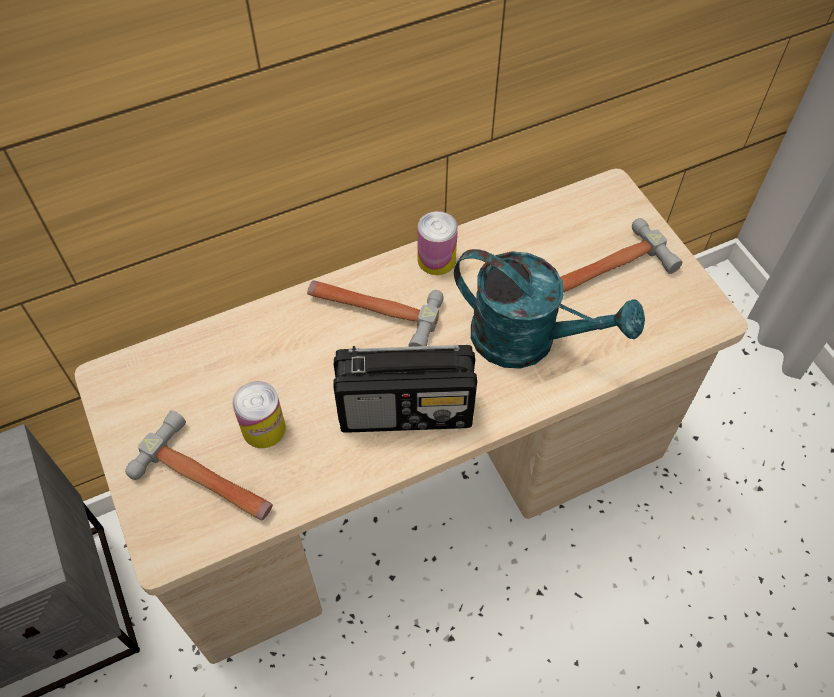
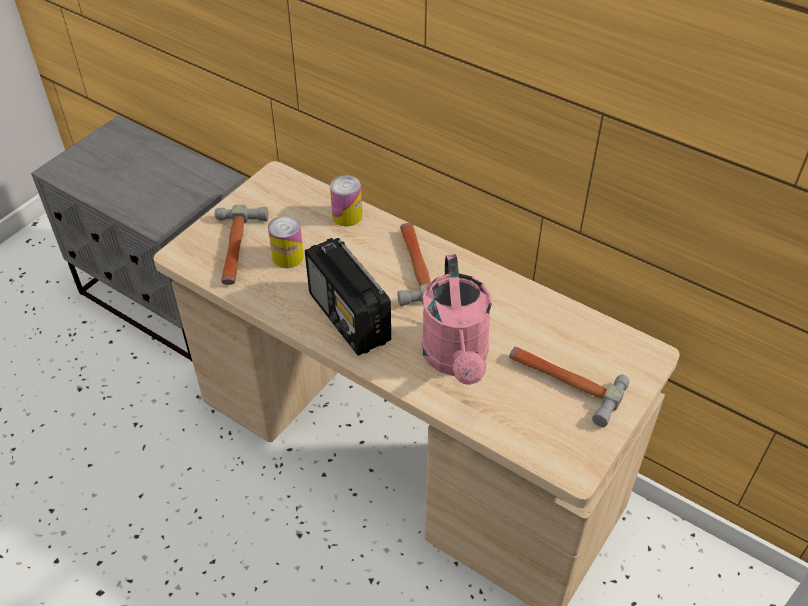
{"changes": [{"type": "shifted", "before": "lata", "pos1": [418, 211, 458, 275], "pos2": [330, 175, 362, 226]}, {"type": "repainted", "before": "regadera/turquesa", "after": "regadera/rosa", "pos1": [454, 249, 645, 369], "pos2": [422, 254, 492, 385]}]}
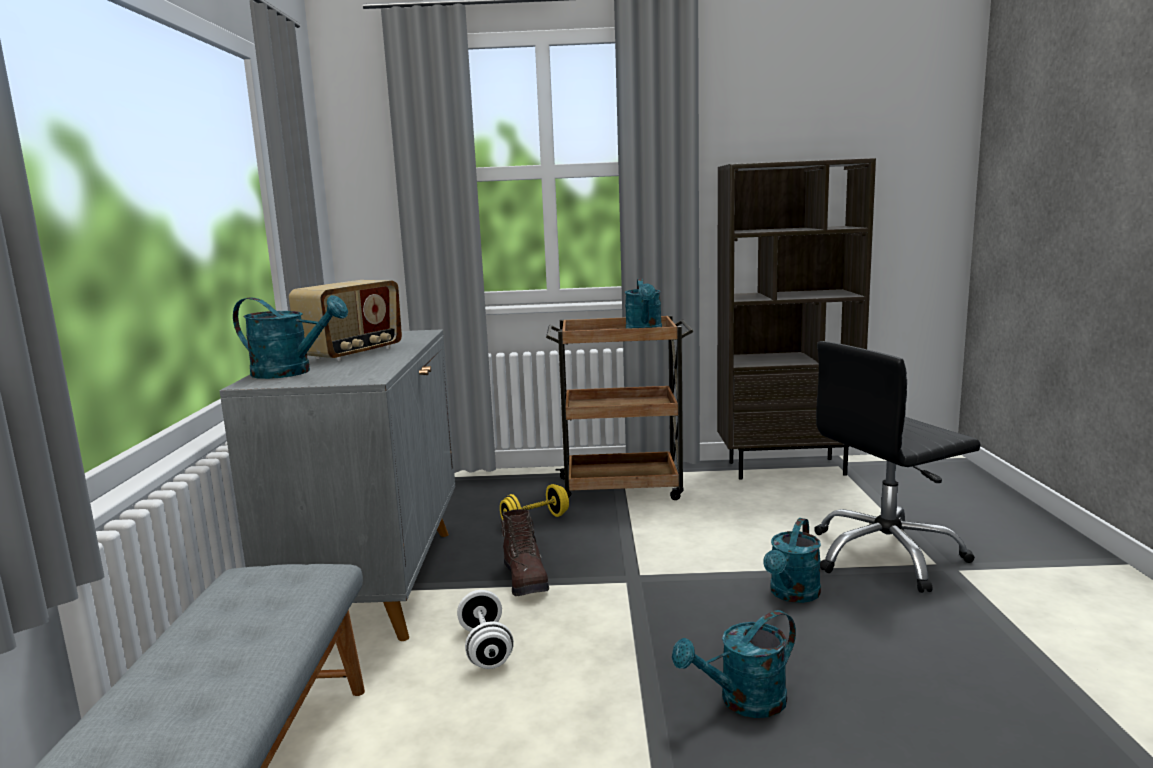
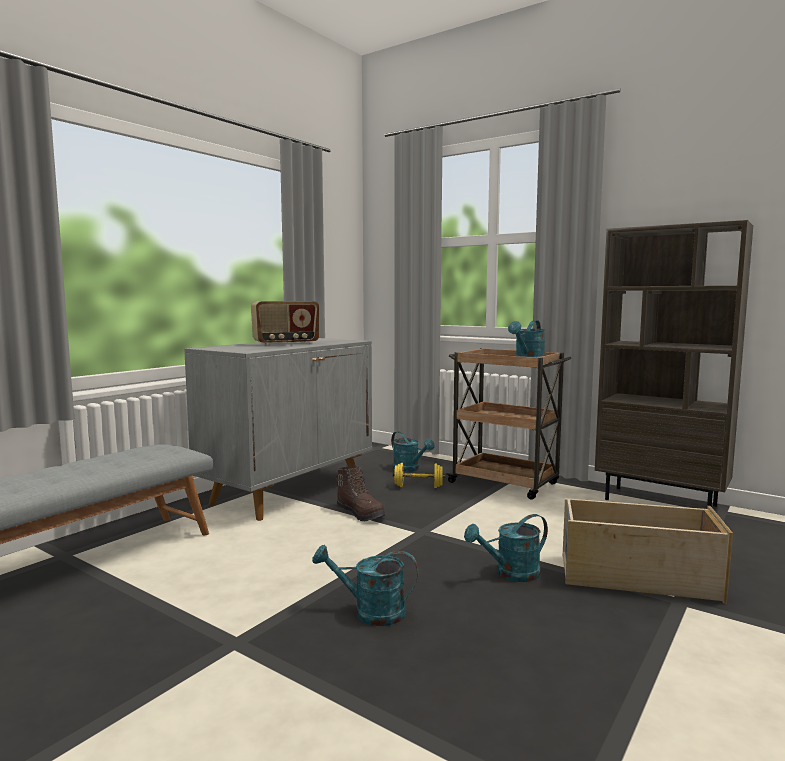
{"changes": [{"type": "shifted", "before": "regadera/turquesa", "pos1": [233, 295, 348, 379], "pos2": [391, 431, 434, 472]}, {"type": "swapped", "before": "silla de oficina/negro", "after": "caja de almacenaje/beis", "pos1": [814, 341, 981, 593], "pos2": [563, 498, 733, 604]}, {"type": "rotated", "before": "bota/marrón", "pos1": [501, 509, 549, 596], "pos2": [336, 466, 385, 521], "turn": -60}, {"type": "gone", "before": "mancuerna/blanco", "pos1": [457, 590, 514, 669]}]}
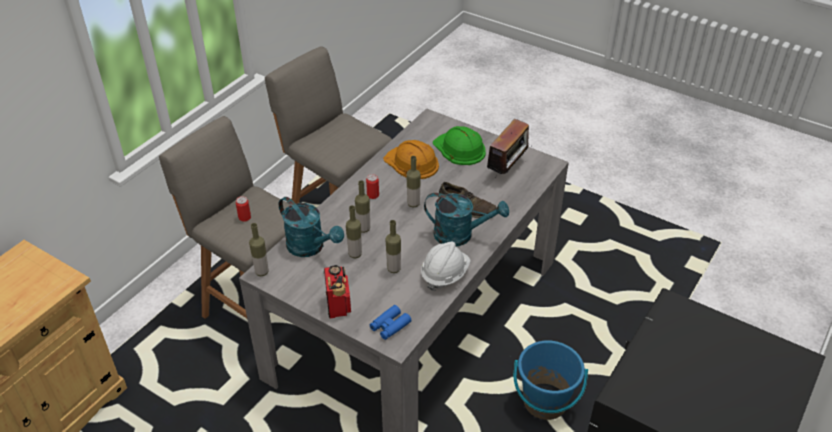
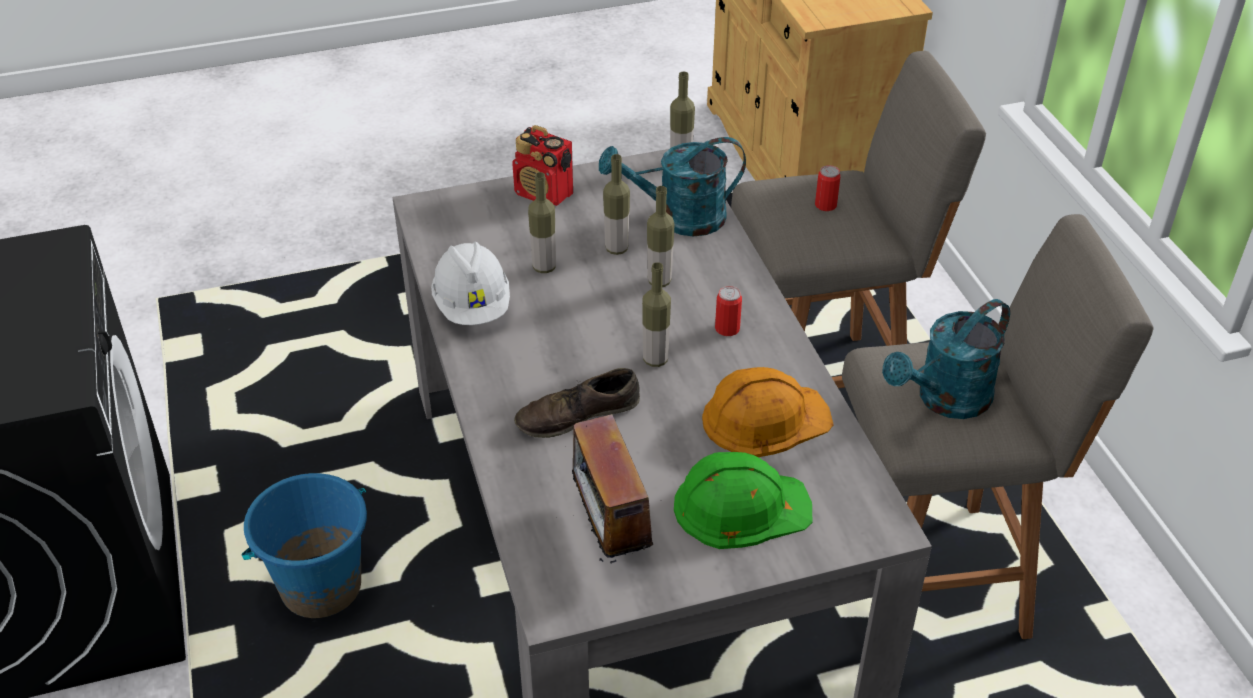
{"changes": [{"type": "shifted", "before": "regadera/turquesa", "pos1": [424, 193, 509, 246], "pos2": [882, 299, 1010, 419]}, {"type": "gone", "before": "prismáticos/azul", "pos1": [370, 305, 411, 340]}]}
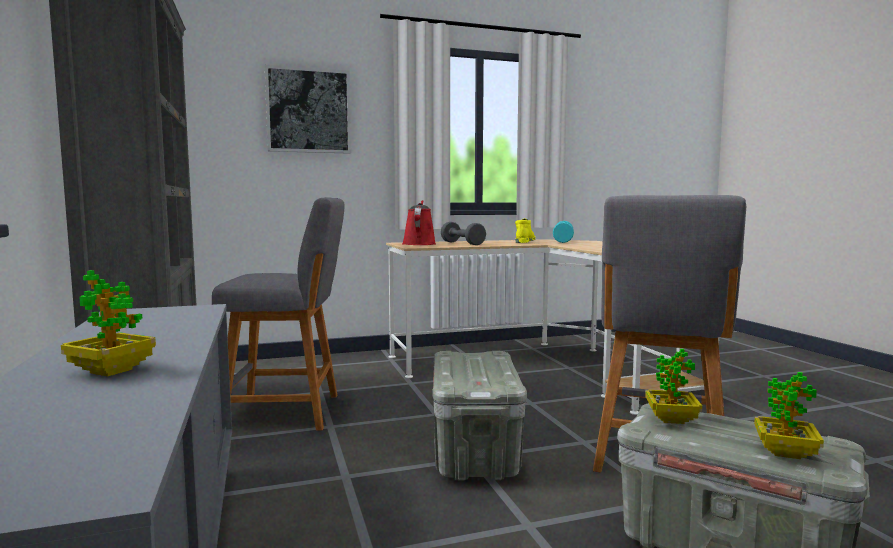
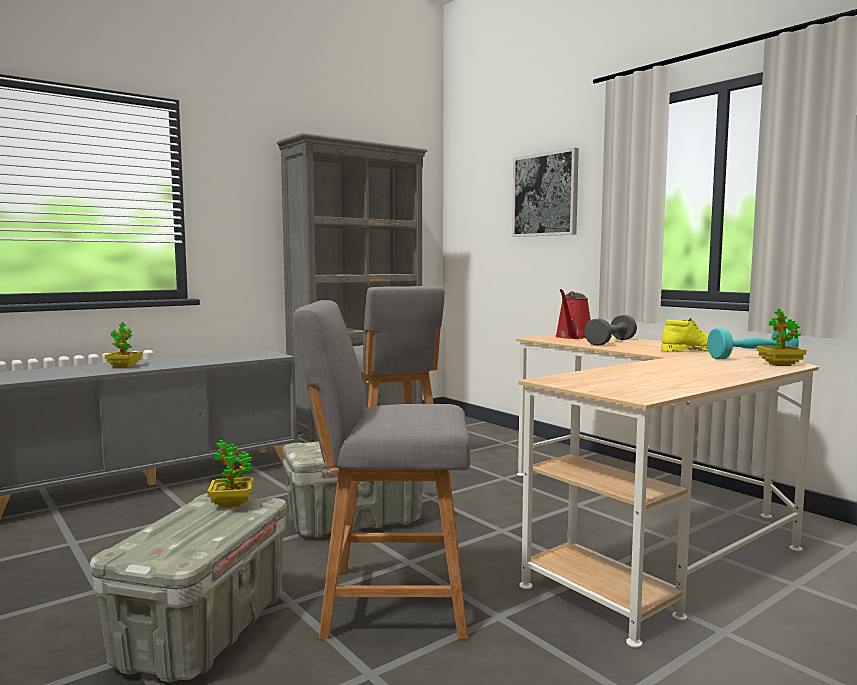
{"changes": [{"type": "rotated", "before": "regadera/rojo", "pos1": [402, 200, 435, 245], "pos2": [555, 289, 591, 339], "turn": 135}, {"type": "shifted", "before": "planta en maceta", "pos1": [754, 372, 824, 459], "pos2": [756, 309, 806, 366]}]}
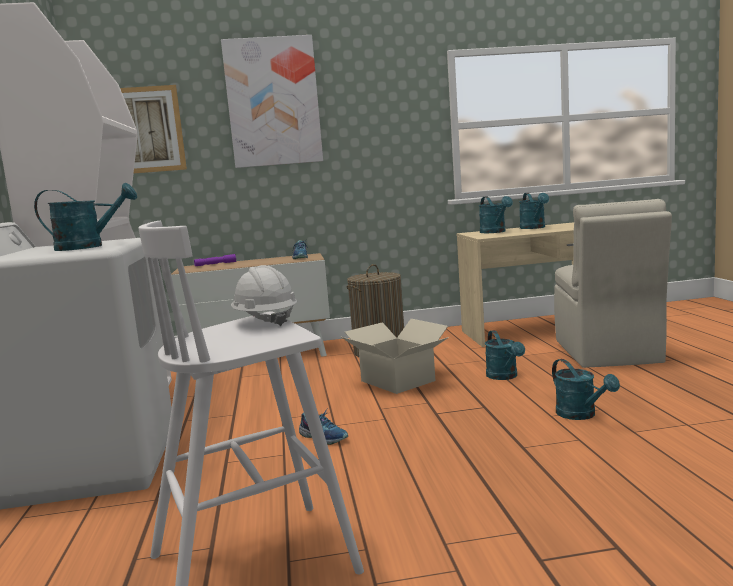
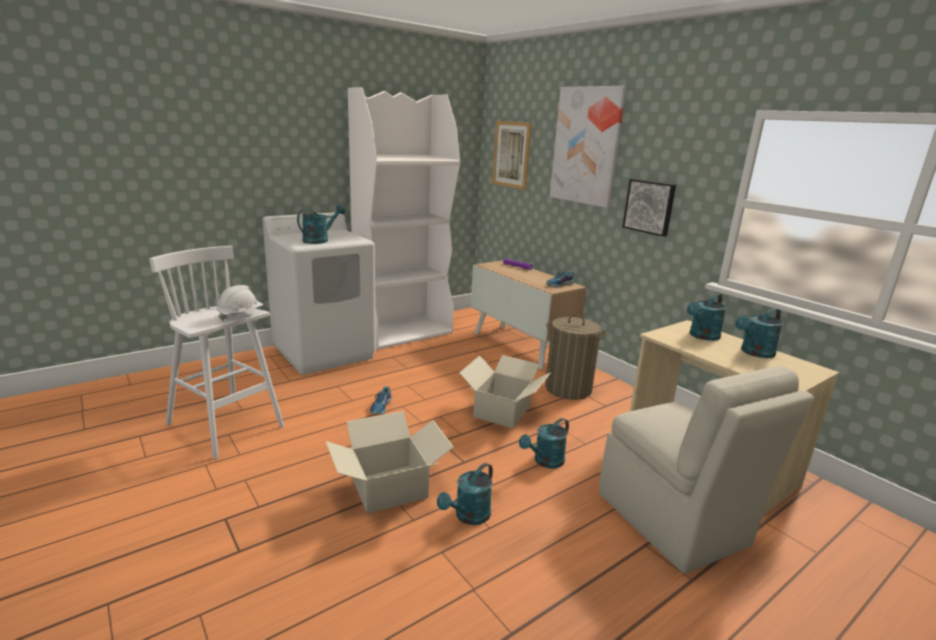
{"changes": [{"type": "rotated", "before": "regadera/turquesa", "pos1": [34, 183, 137, 251], "pos2": [297, 205, 345, 244], "turn": -105}, {"type": "rotated", "before": "silla/beis", "pos1": [554, 199, 672, 368], "pos2": [599, 367, 814, 574], "turn": -90}, {"type": "new", "after": "cuadro", "pos2": [622, 179, 676, 237]}, {"type": "new", "after": "caja de cartón", "pos2": [325, 411, 454, 514]}]}
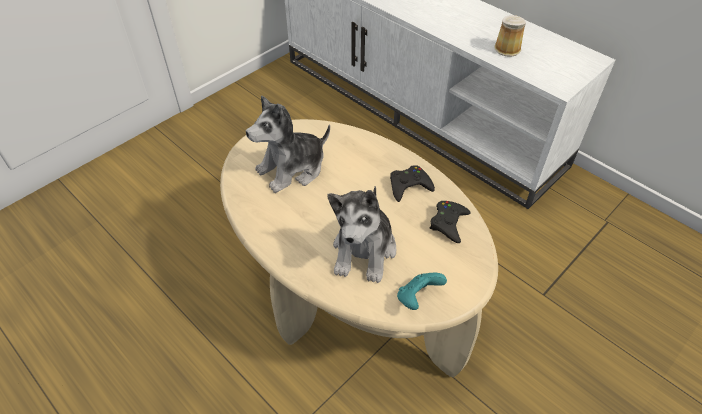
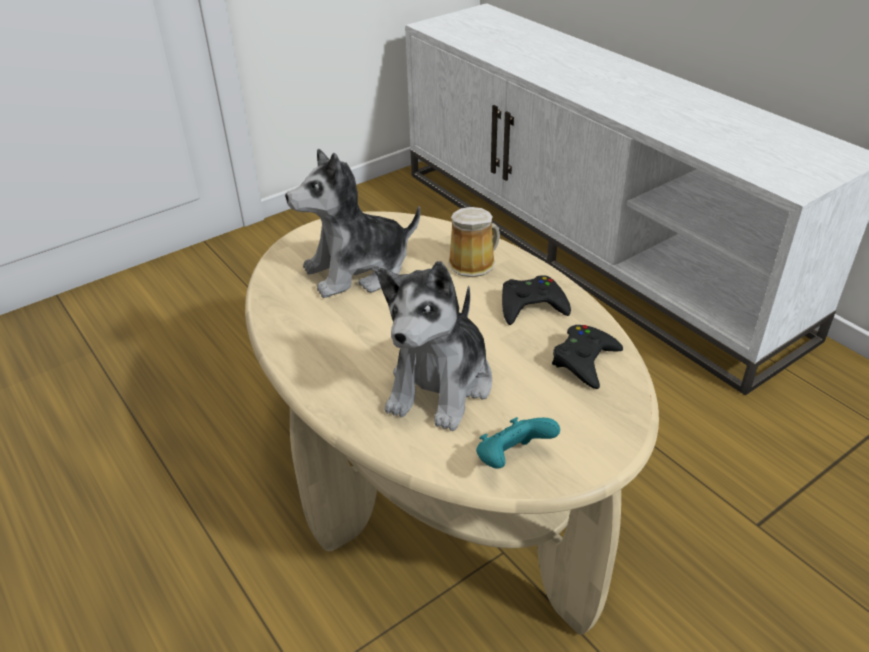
{"changes": [{"type": "shifted", "before": "taza grande", "pos1": [494, 15, 526, 57], "pos2": [448, 207, 500, 277]}]}
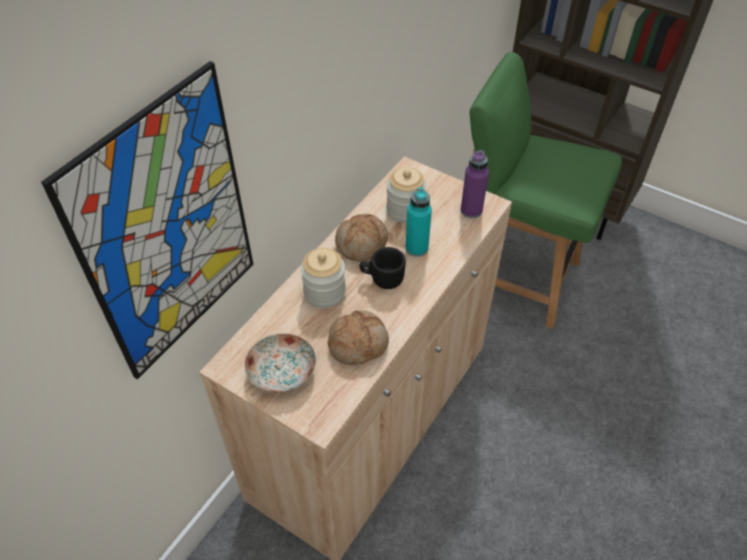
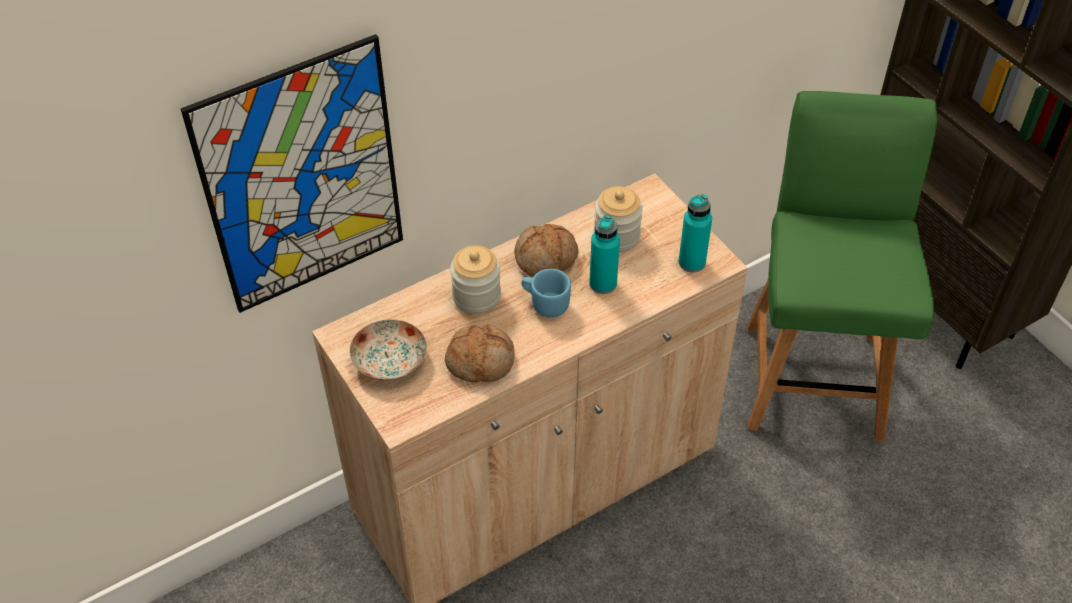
{"changes": [{"type": "rotated", "before": "silla/verde", "pos1": [469, 52, 622, 329], "pos2": [748, 91, 937, 441], "turn": 45}, {"type": "repainted", "before": "botella/morado", "after": "botella/turquesa", "pos1": [461, 150, 489, 219], "pos2": [679, 194, 712, 272]}, {"type": "repainted", "before": "taza grande/negro", "after": "taza grande/azul", "pos1": [360, 247, 406, 289], "pos2": [521, 269, 571, 318]}]}
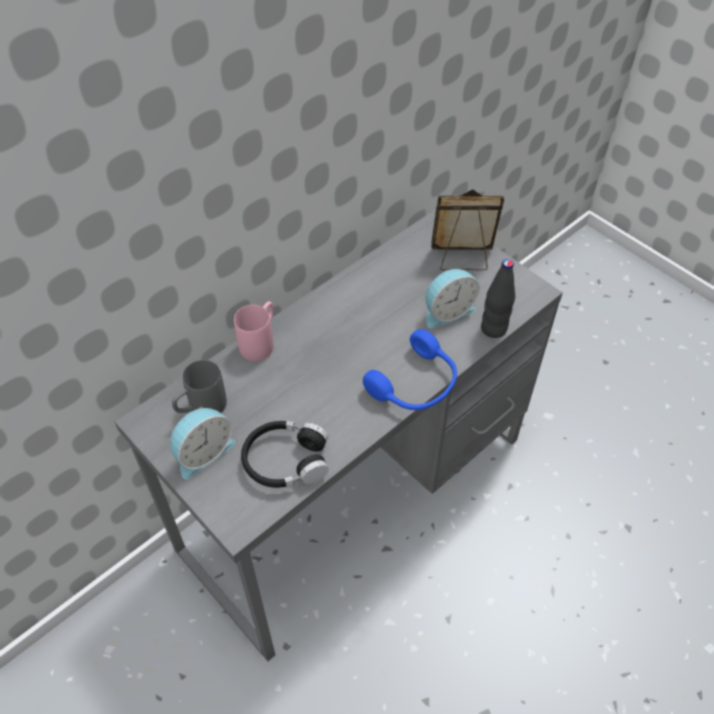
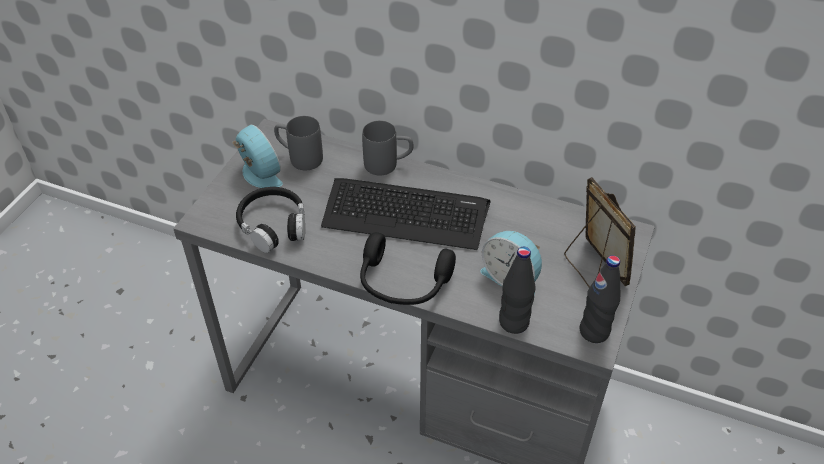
{"changes": [{"type": "repainted", "before": "taza grande/rosa", "after": "taza grande/gris", "pos1": [234, 301, 274, 361], "pos2": [362, 121, 413, 175]}, {"type": "repainted", "before": "auriculares/azul", "after": "auriculares/negro", "pos1": [363, 329, 457, 410], "pos2": [360, 232, 456, 305]}, {"type": "rotated", "before": "despertador", "pos1": [170, 407, 235, 479], "pos2": [232, 125, 283, 188], "turn": -150}, {"type": "new", "after": "teclado", "pos2": [321, 178, 491, 250]}, {"type": "new", "after": "botella/negro", "pos2": [580, 255, 620, 343]}]}
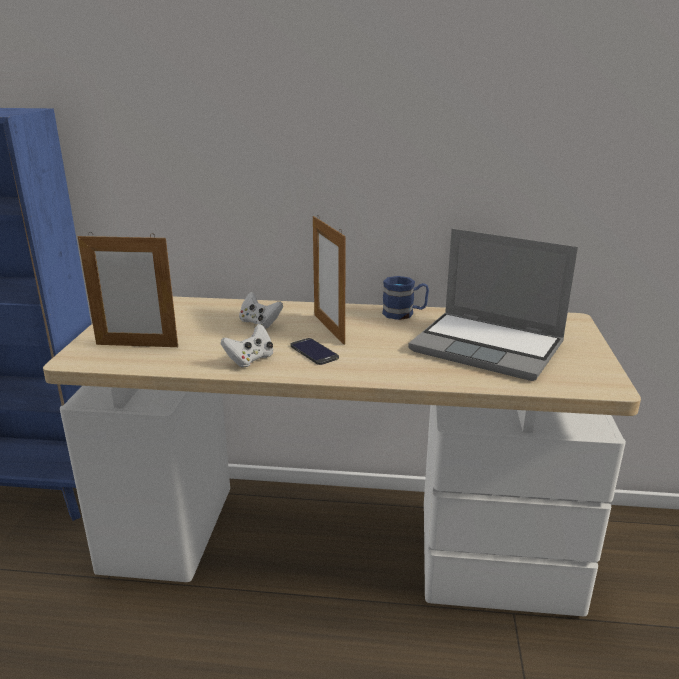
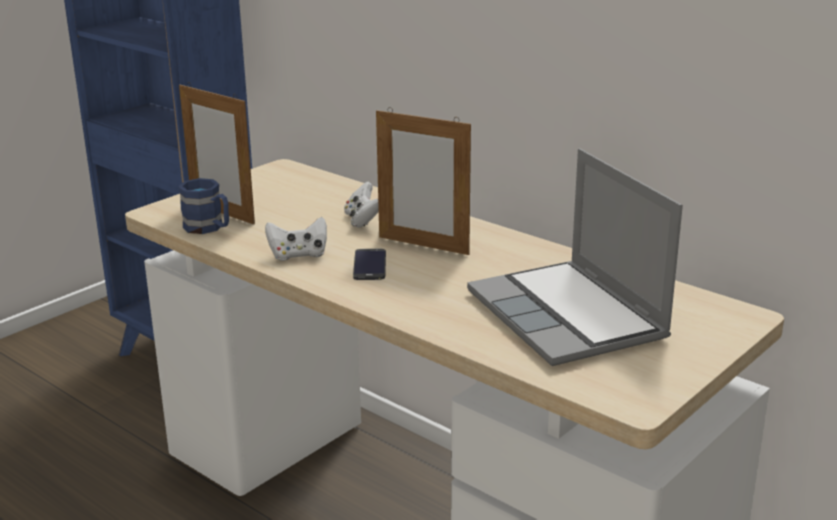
{"changes": [{"type": "rotated", "before": "portarretratos", "pos1": [313, 215, 346, 345], "pos2": [376, 107, 471, 255], "turn": -75}, {"type": "shifted", "before": "taza grande/azul", "pos1": [382, 276, 429, 320], "pos2": [178, 178, 229, 234]}]}
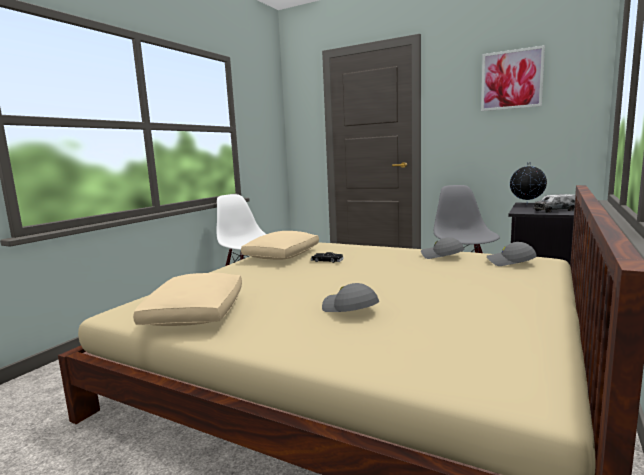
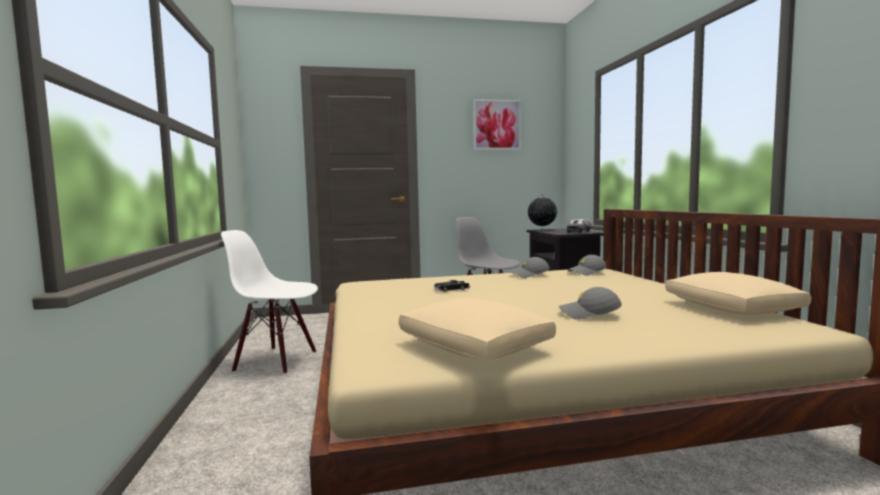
{"changes": [{"type": "shifted", "before": "cojín/beis", "pos1": [241, 231, 319, 260], "pos2": [665, 272, 812, 315]}]}
